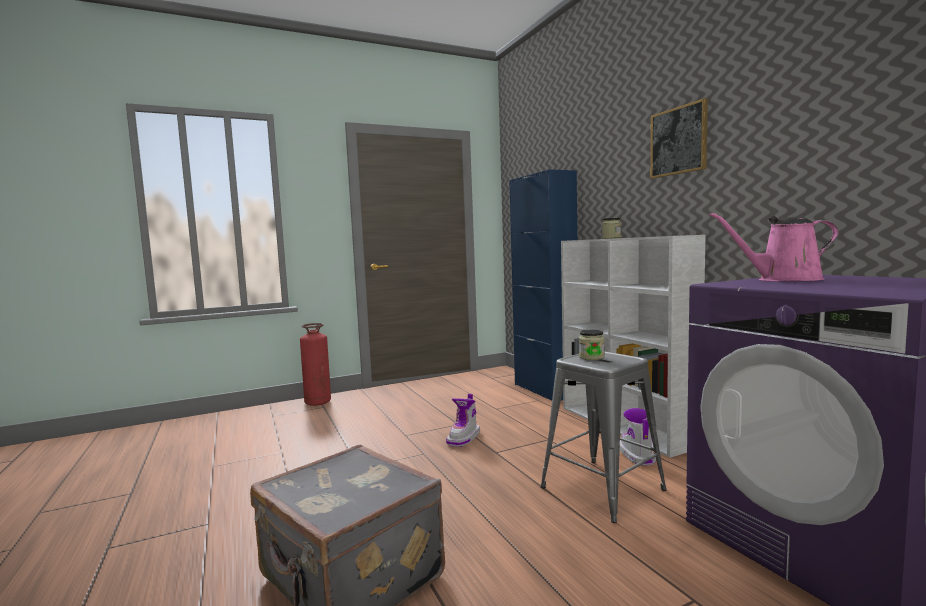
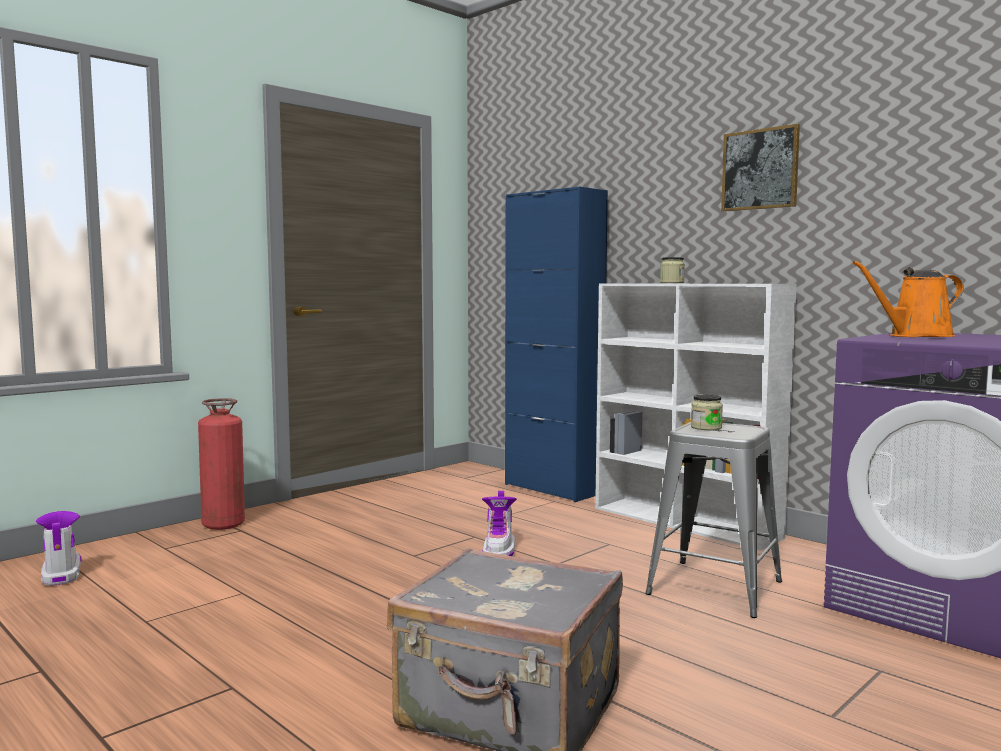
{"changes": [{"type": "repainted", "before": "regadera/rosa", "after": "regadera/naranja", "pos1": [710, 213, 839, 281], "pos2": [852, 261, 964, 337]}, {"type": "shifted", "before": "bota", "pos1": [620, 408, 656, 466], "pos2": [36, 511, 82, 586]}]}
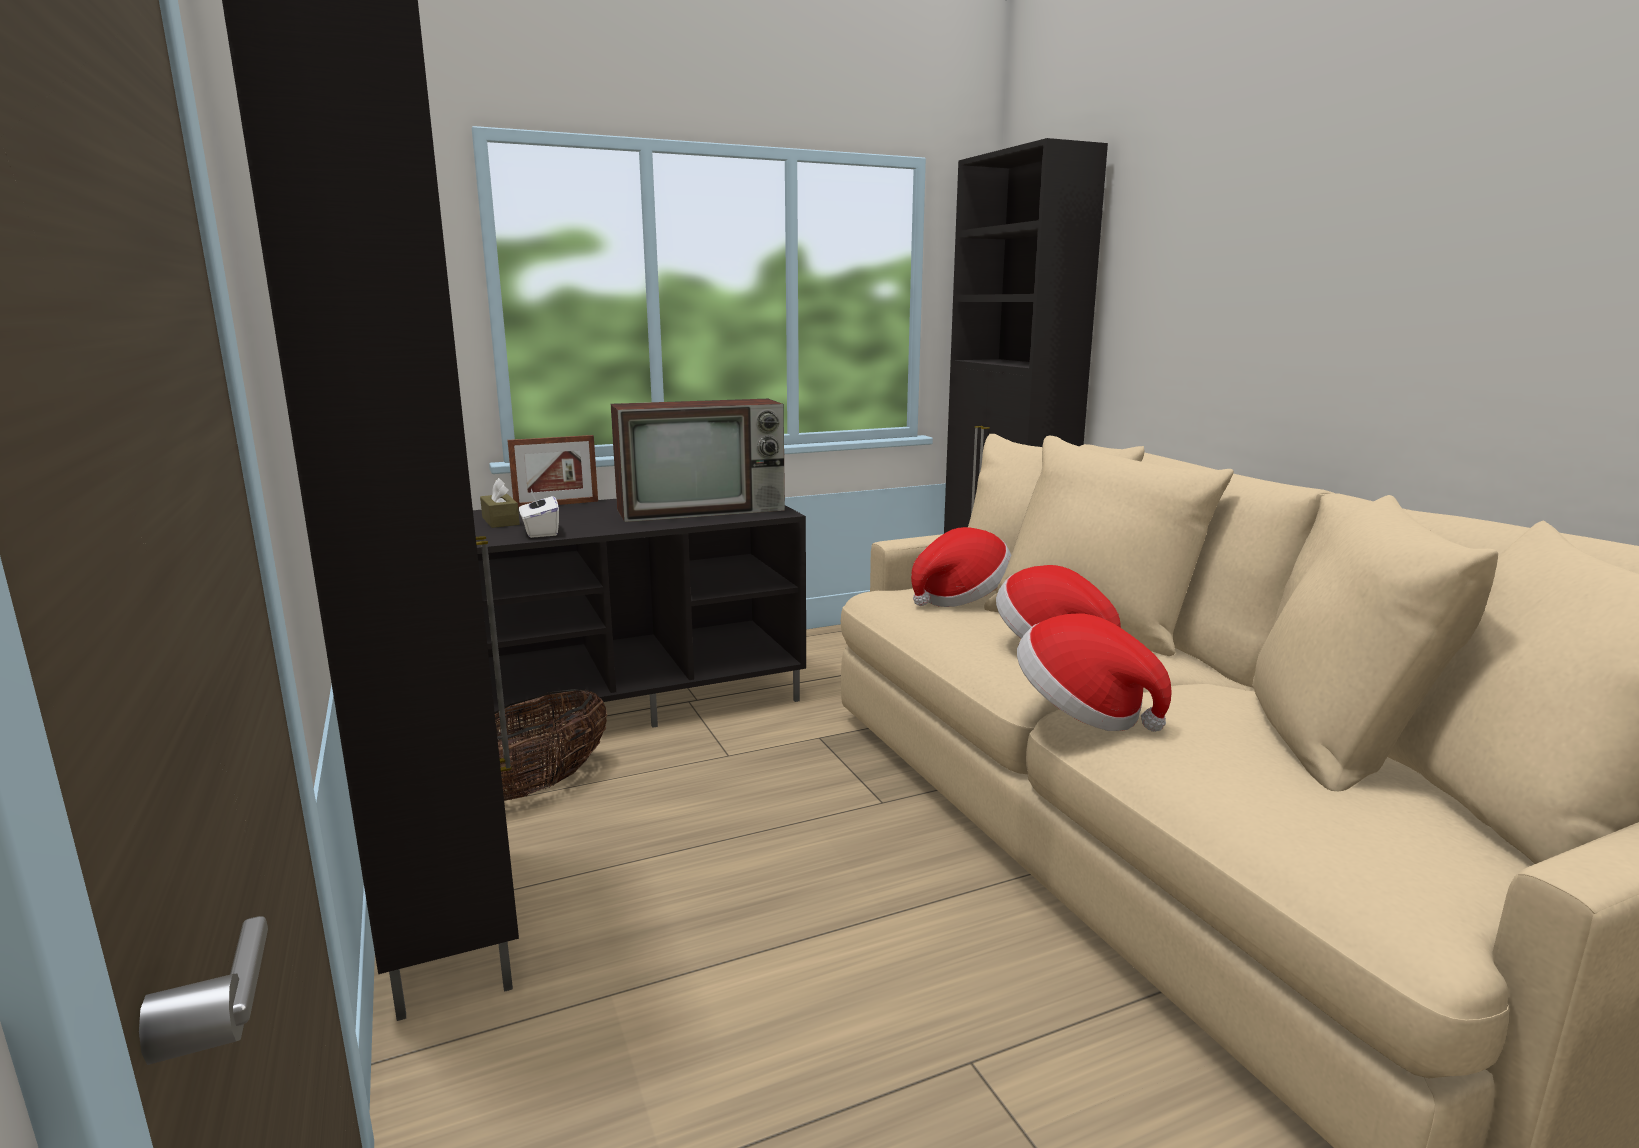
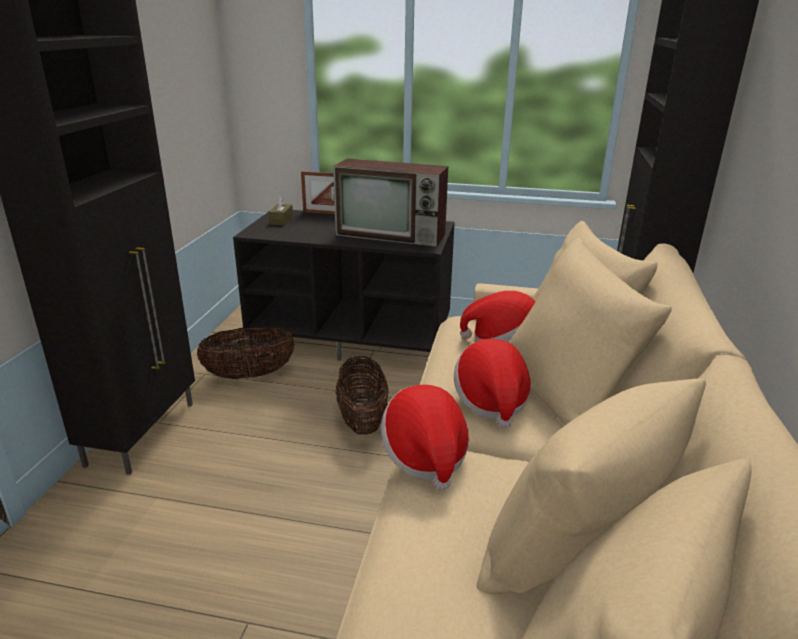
{"changes": [{"type": "gone", "before": "caja de pañuelos/blanco", "pos1": [519, 489, 559, 538]}, {"type": "new", "after": "cesta", "pos2": [336, 356, 389, 435]}]}
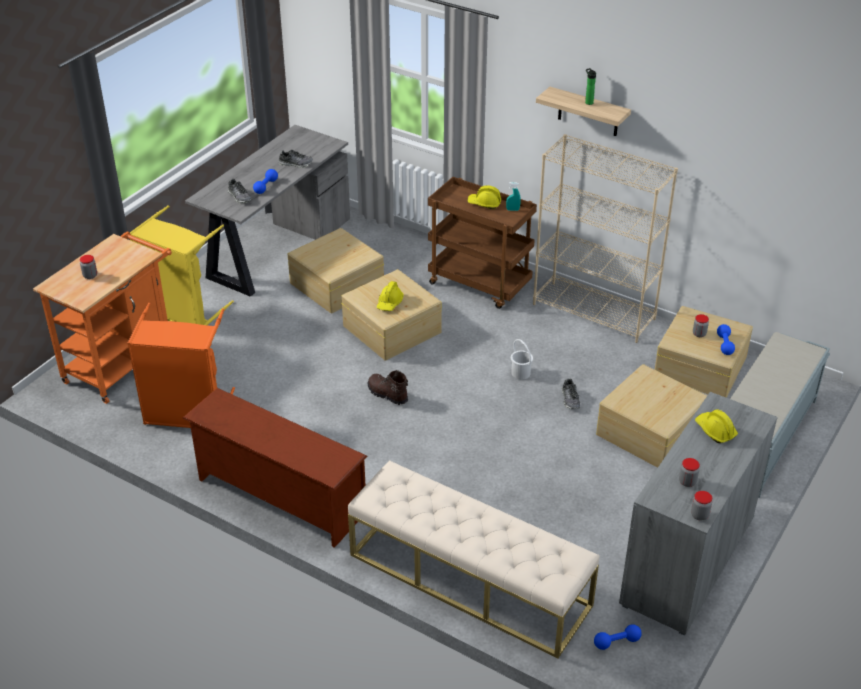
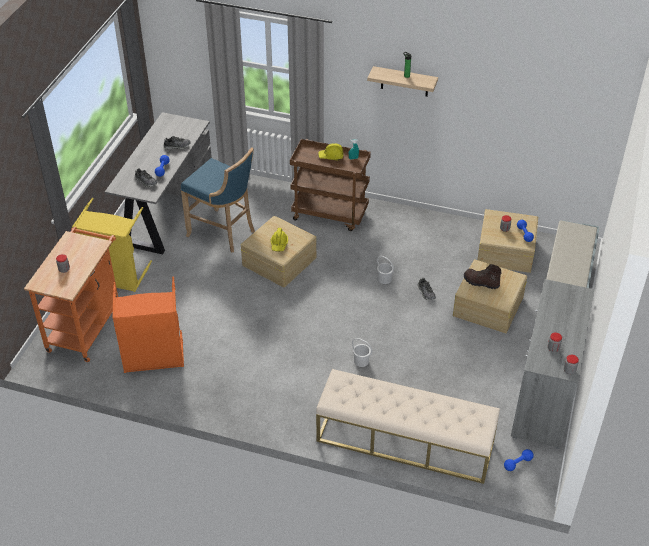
{"changes": [{"type": "gone", "before": "estantería/beis", "pos1": [533, 134, 678, 343]}, {"type": "swapped", "before": "caja de almacenaje/beis", "after": "taburete/azul", "pos1": [288, 228, 384, 313], "pos2": [181, 147, 255, 253]}, {"type": "shifted", "before": "bota/marrón", "pos1": [368, 370, 408, 405], "pos2": [464, 264, 502, 289]}, {"type": "gone", "before": "zapatero/marrón", "pos1": [183, 388, 367, 548]}, {"type": "gone", "before": "casco/amarillo", "pos1": [695, 409, 738, 443]}, {"type": "new", "after": "cubo/blanco", "pos2": [352, 338, 372, 367]}]}
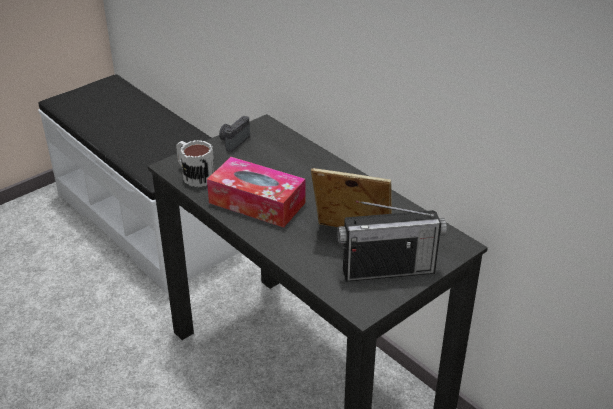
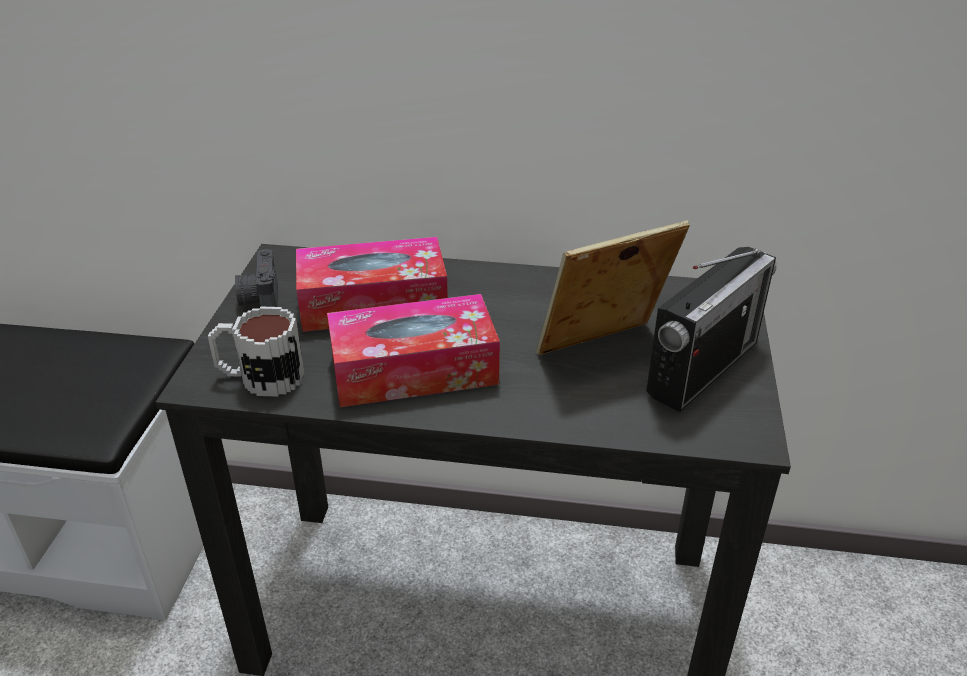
{"changes": [{"type": "new", "after": "caja de pañuelos", "pos2": [296, 237, 448, 332]}]}
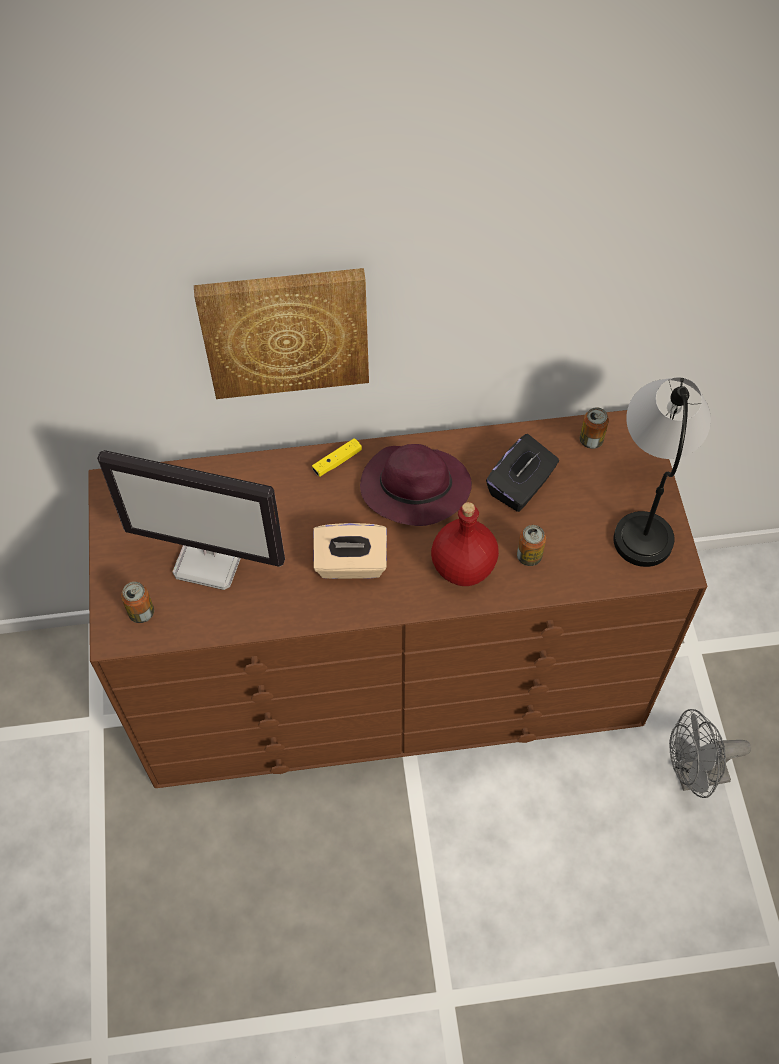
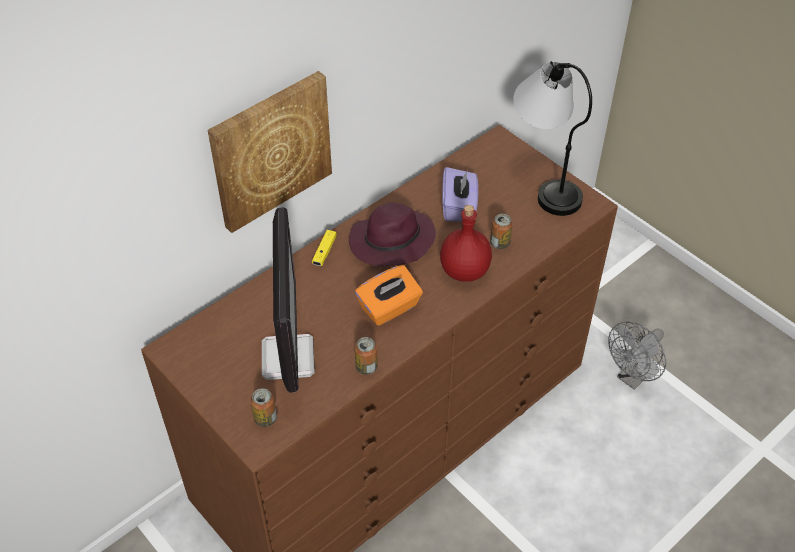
{"changes": [{"type": "shifted", "before": "lata", "pos1": [580, 407, 609, 449], "pos2": [355, 337, 378, 375]}, {"type": "repainted", "before": "caja de pañuelos/negro", "after": "caja de pañuelos/morado", "pos1": [486, 434, 559, 512], "pos2": [442, 167, 478, 222]}, {"type": "rotated", "before": "monitor", "pos1": [97, 450, 285, 590], "pos2": [262, 207, 315, 393], "turn": -75}, {"type": "repainted", "before": "caja de pañuelos/beis", "after": "caja de pañuelos/naranja", "pos1": [313, 523, 387, 579], "pos2": [355, 265, 423, 326]}]}
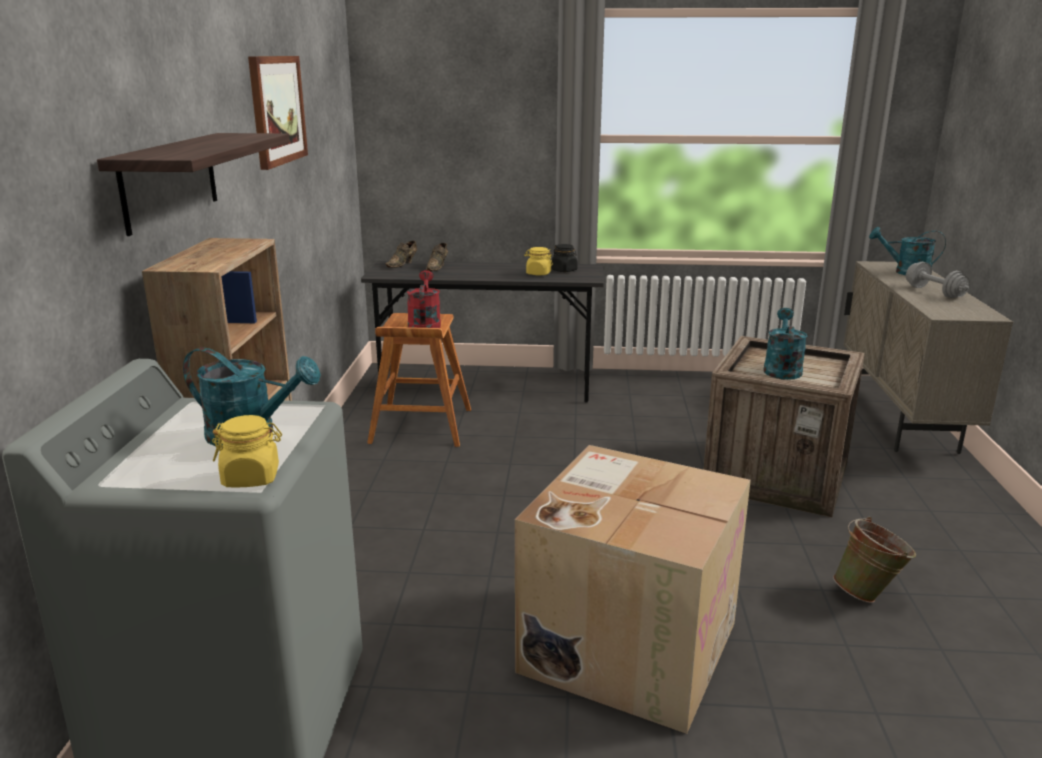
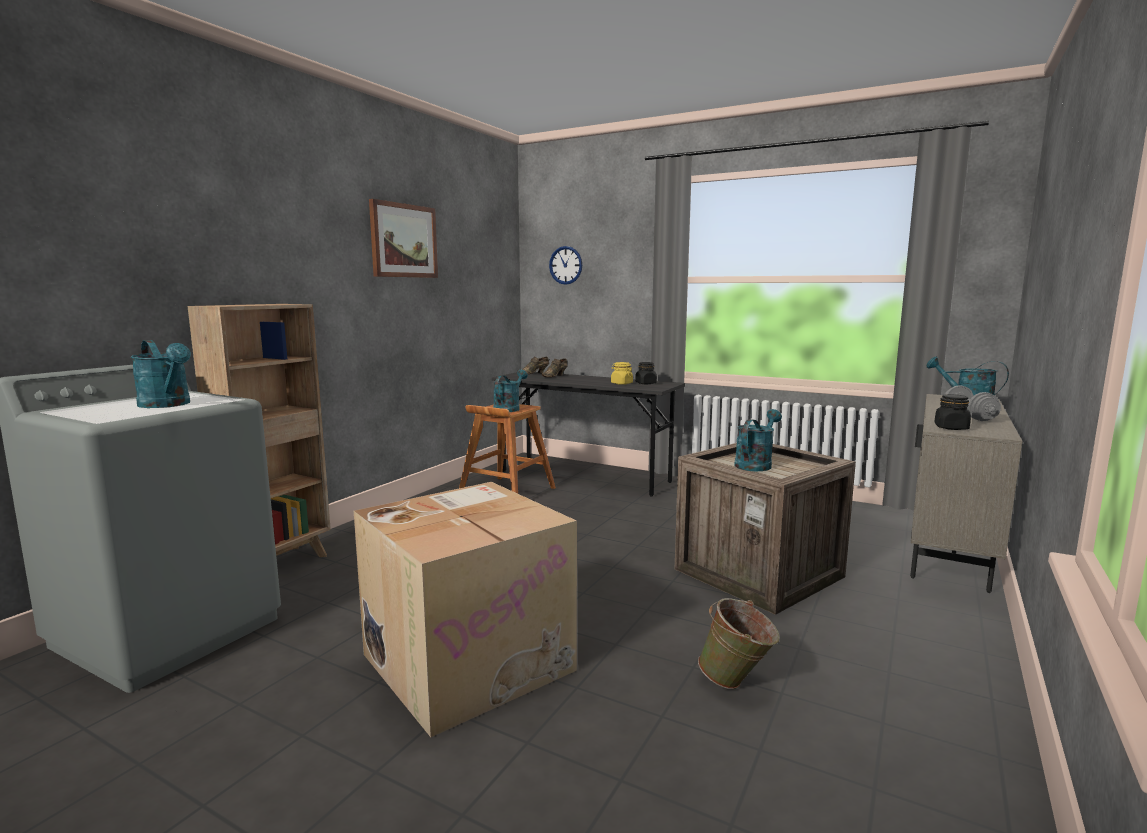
{"changes": [{"type": "gone", "before": "estante", "pos1": [97, 133, 290, 236]}, {"type": "repainted", "before": "regadera/rojo", "after": "regadera/turquesa", "pos1": [407, 270, 441, 328], "pos2": [493, 370, 528, 412]}, {"type": "gone", "before": "tarro/amarillo", "pos1": [212, 415, 282, 488]}, {"type": "new", "after": "reloj de pared", "pos2": [549, 246, 582, 285]}, {"type": "new", "after": "tarro/negro", "pos2": [934, 394, 971, 430]}]}
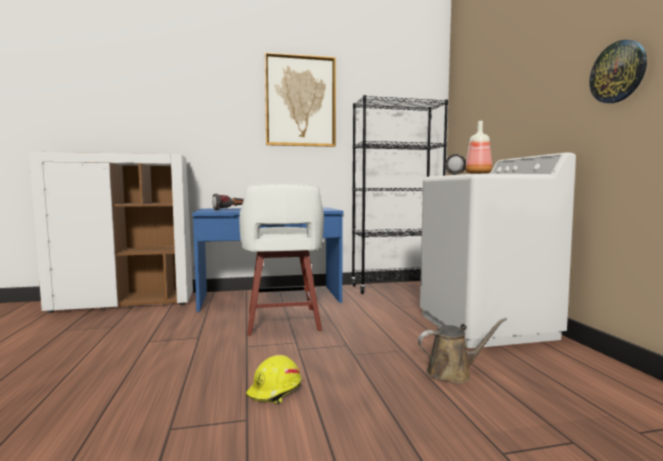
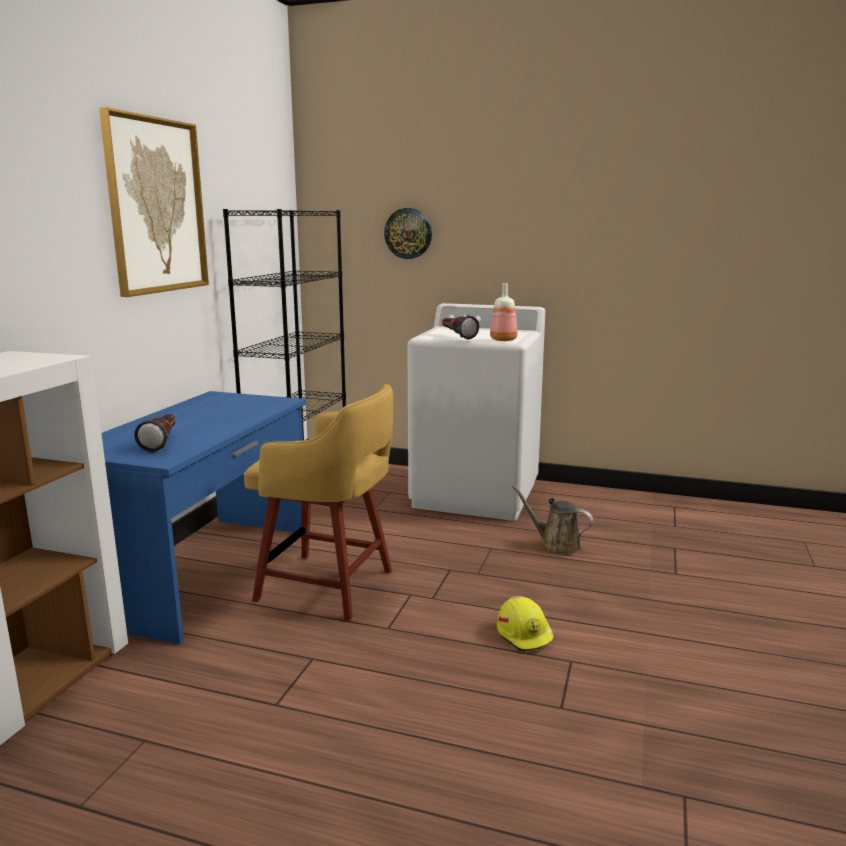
{"changes": [{"type": "shifted", "before": "reloj de pared", "pos1": [589, 40, 647, 103], "pos2": [384, 208, 432, 259]}, {"type": "repainted", "before": "taburete/blanco", "after": "taburete/amarillo", "pos1": [239, 184, 324, 336], "pos2": [244, 384, 393, 621]}, {"type": "rotated", "before": "regadera/marrón", "pos1": [418, 318, 507, 384], "pos2": [512, 485, 594, 555], "turn": -75}]}
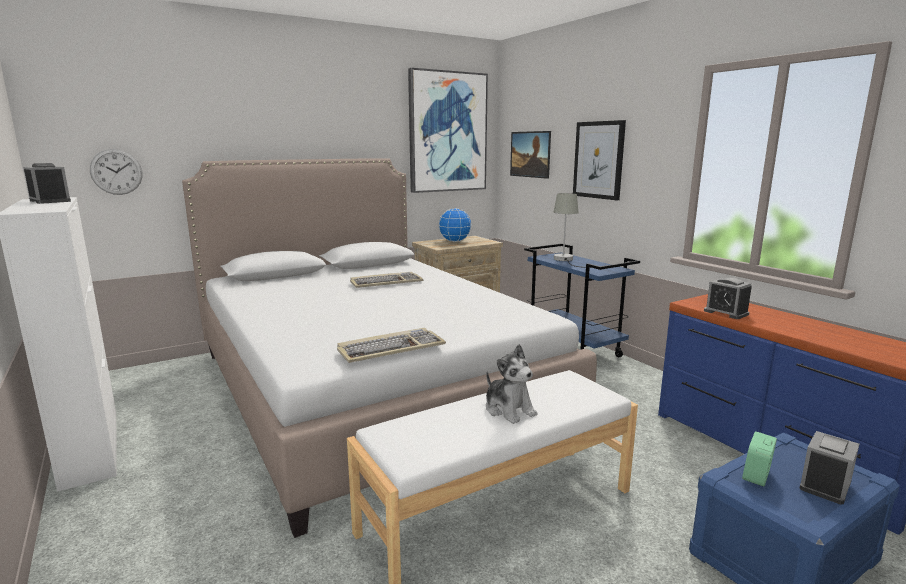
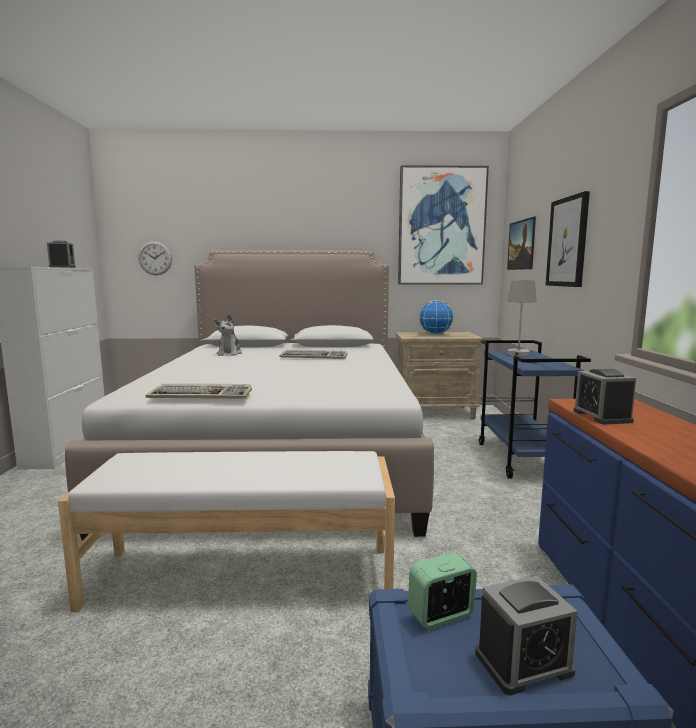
{"changes": [{"type": "shifted", "before": "peluche", "pos1": [486, 344, 538, 424], "pos2": [214, 314, 242, 356]}]}
